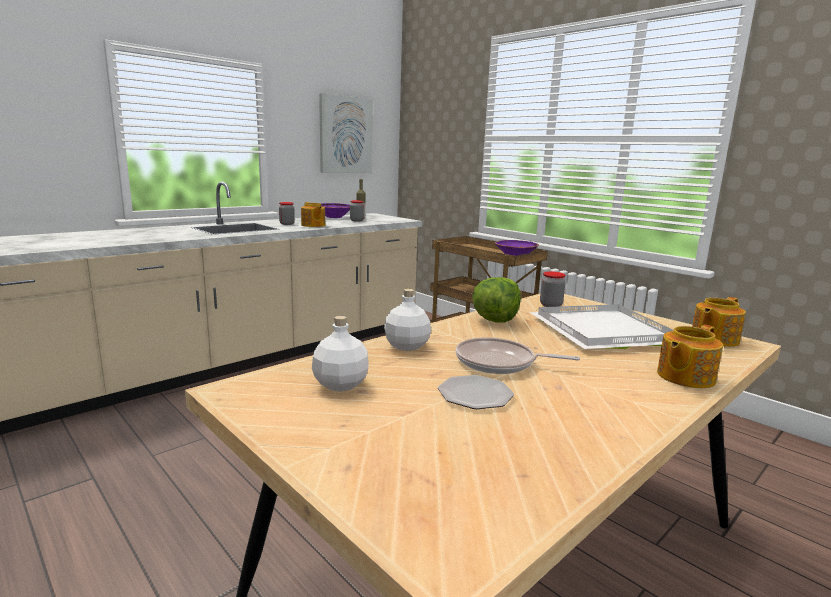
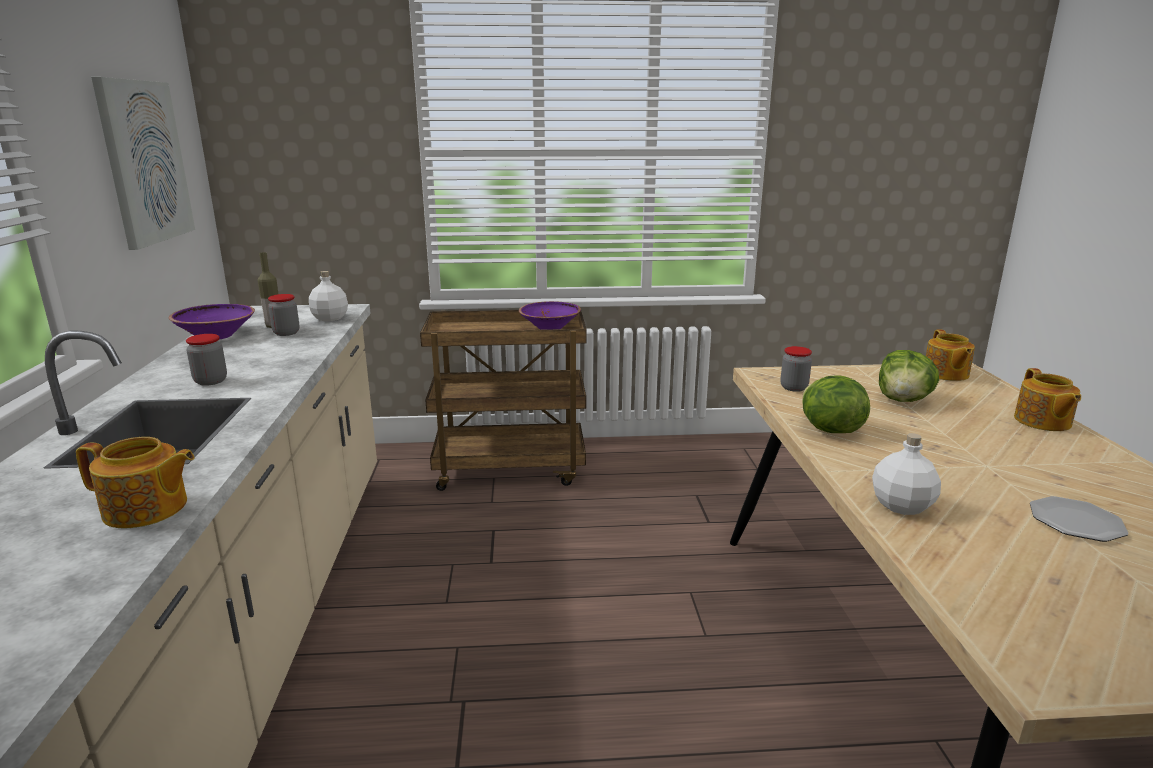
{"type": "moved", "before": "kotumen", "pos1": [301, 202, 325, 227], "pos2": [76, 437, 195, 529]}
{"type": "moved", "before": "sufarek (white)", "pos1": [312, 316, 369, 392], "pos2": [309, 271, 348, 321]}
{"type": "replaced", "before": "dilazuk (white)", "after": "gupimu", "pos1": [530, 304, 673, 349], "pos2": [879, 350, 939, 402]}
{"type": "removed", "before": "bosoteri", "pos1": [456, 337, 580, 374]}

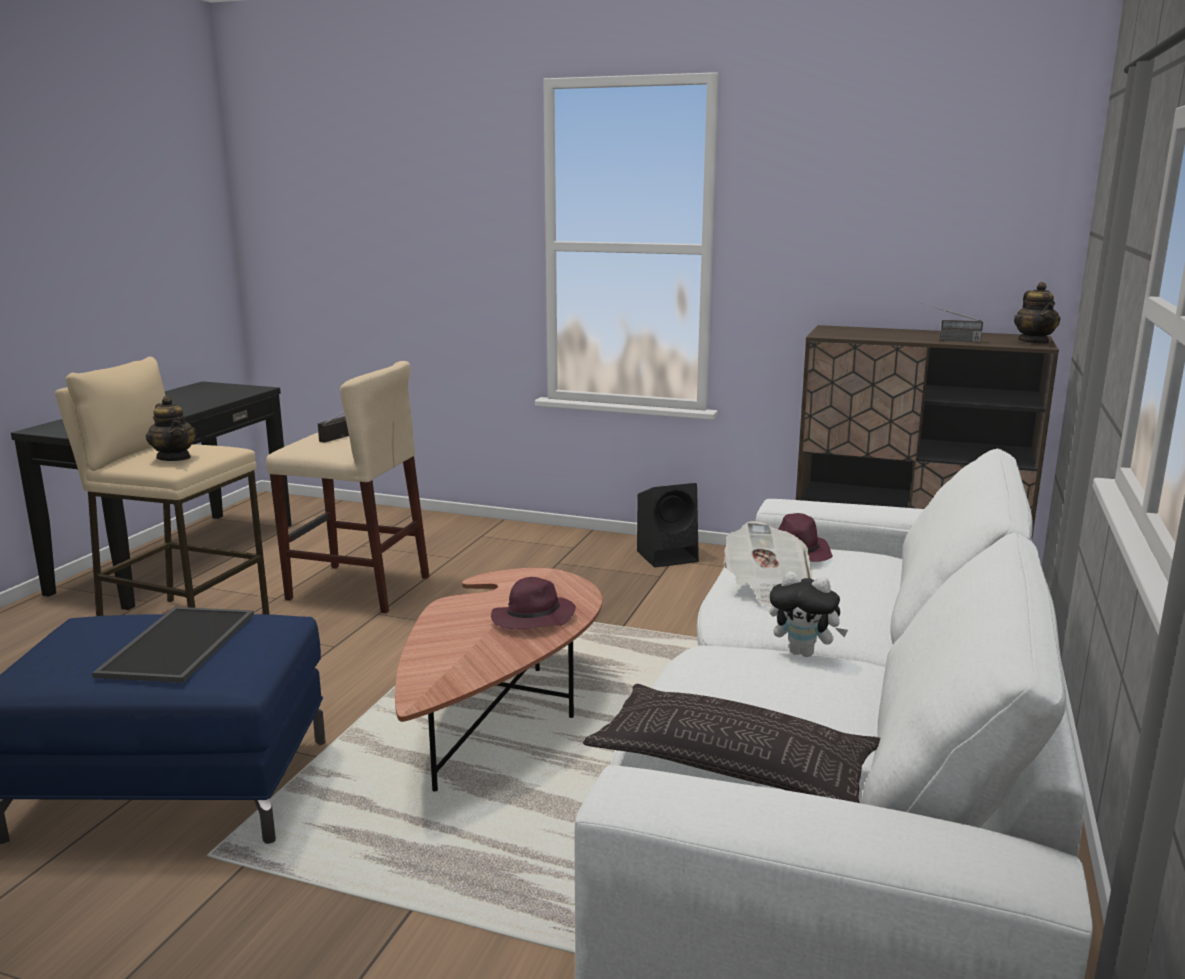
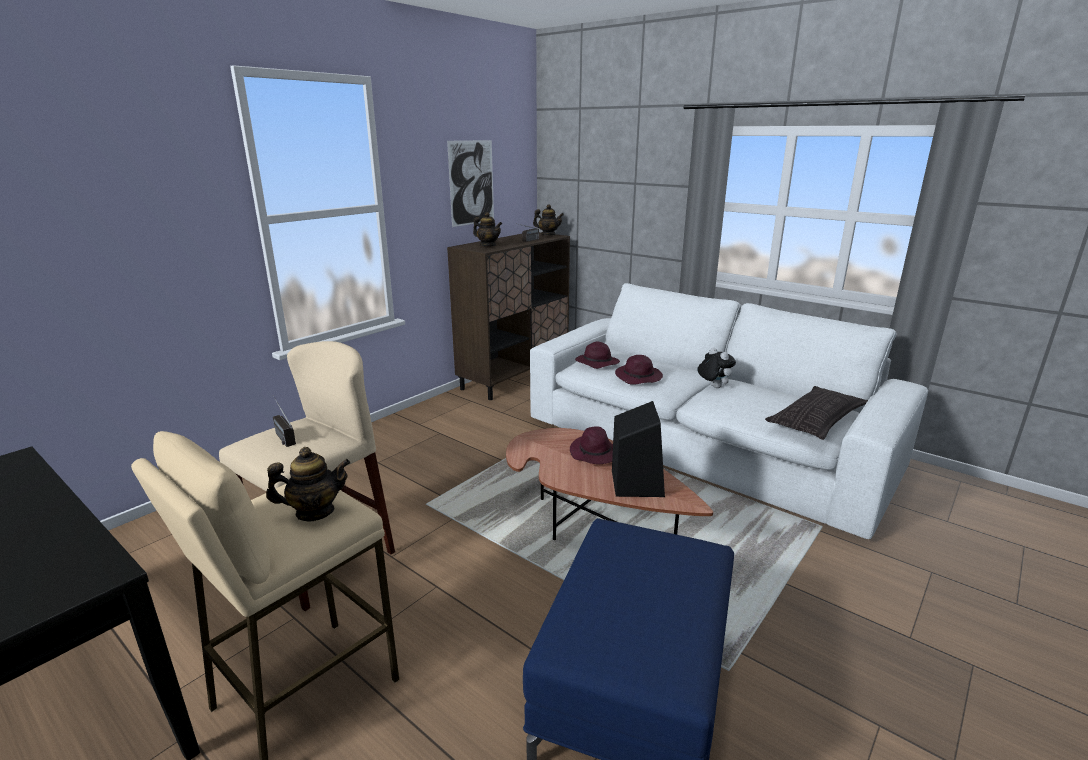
{"type": "added", "after": "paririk", "pos2": [447, 140, 494, 227]}
{"type": "added", "after": "kotumen", "pos2": [473, 212, 502, 246]}
{"type": "moved", "before": "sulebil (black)", "pos1": [637, 483, 699, 567], "pos2": [612, 401, 665, 497]}
{"type": "replaced", "before": "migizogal", "after": "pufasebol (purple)", "pos1": [724, 521, 813, 607], "pos2": [615, 355, 663, 385]}
{"type": "turned", "before": "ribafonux", "pos1": [769, 571, 848, 657], "pos2": [697, 347, 736, 388], "turn": -75}
{"type": "removed", "before": "dilazuk", "pos1": [92, 607, 254, 683]}

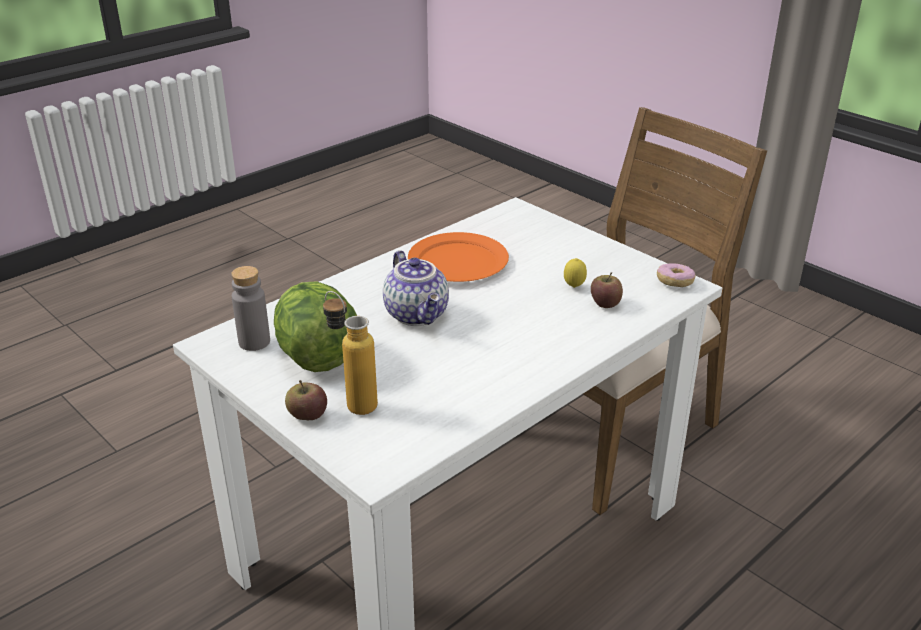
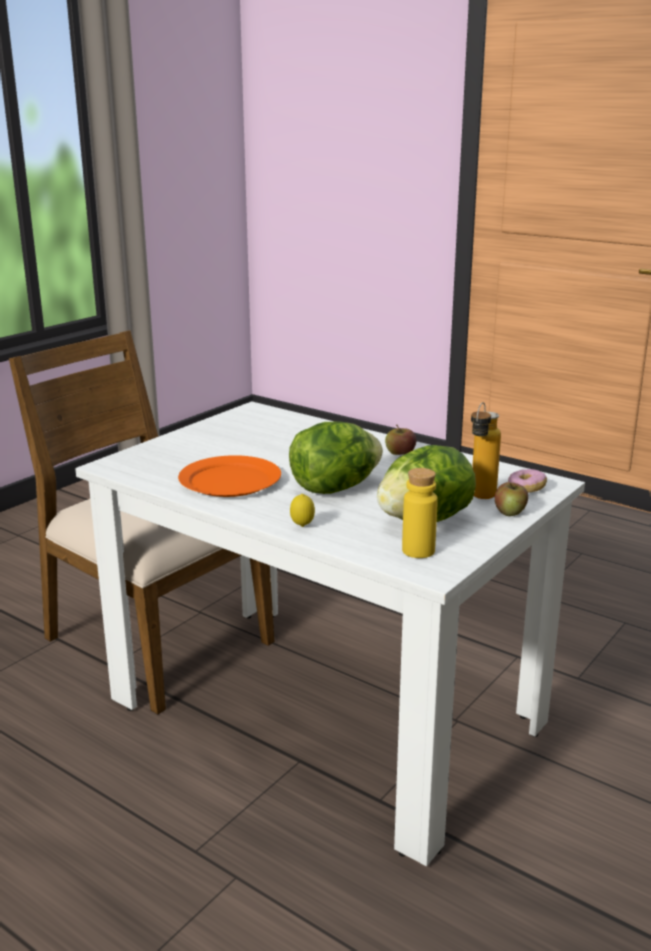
{"type": "replaced", "before": "kotumen", "after": "gupimu", "pos1": [383, 250, 449, 326], "pos2": [289, 422, 383, 494]}
{"type": "moved", "before": "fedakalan", "pos1": [564, 258, 587, 288], "pos2": [290, 494, 315, 527]}
{"type": "moved", "before": "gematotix", "pos1": [591, 272, 623, 308], "pos2": [385, 425, 416, 455]}
{"type": "recoloured", "before": "sufarek (grey)", "after": "sufarek (yellow)", "pos1": [231, 266, 270, 351], "pos2": [402, 468, 438, 558]}
{"type": "moved", "before": "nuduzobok", "pos1": [657, 263, 696, 287], "pos2": [508, 469, 547, 493]}

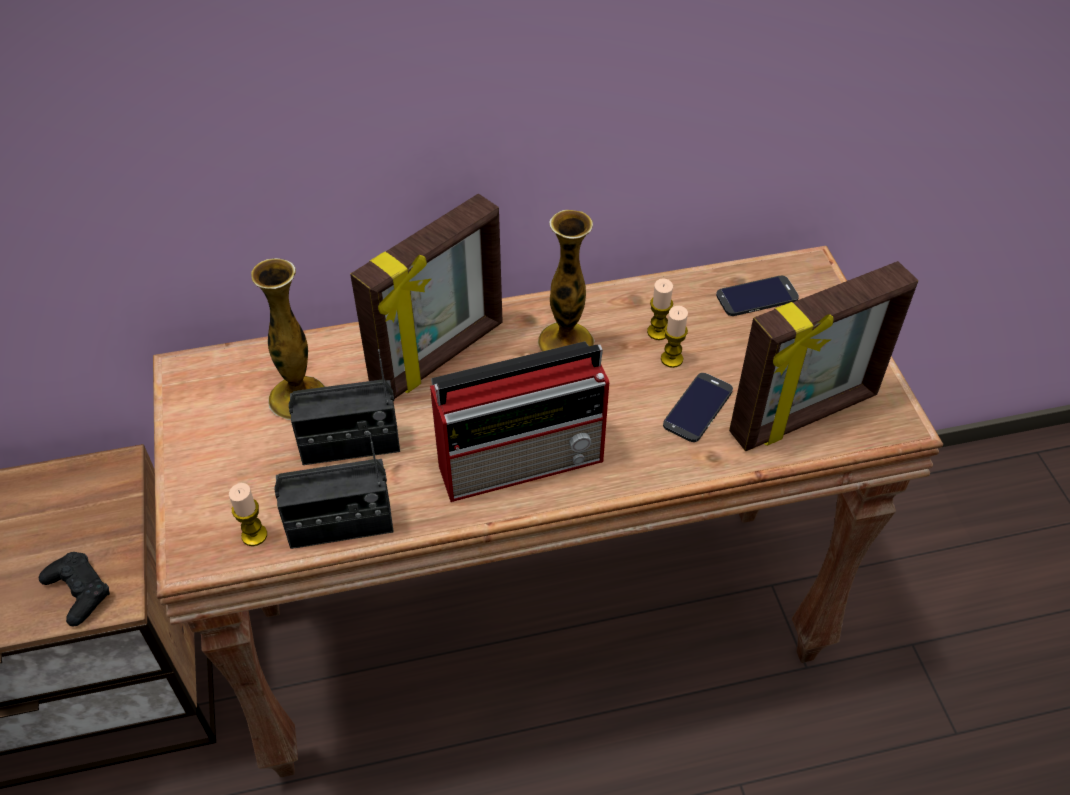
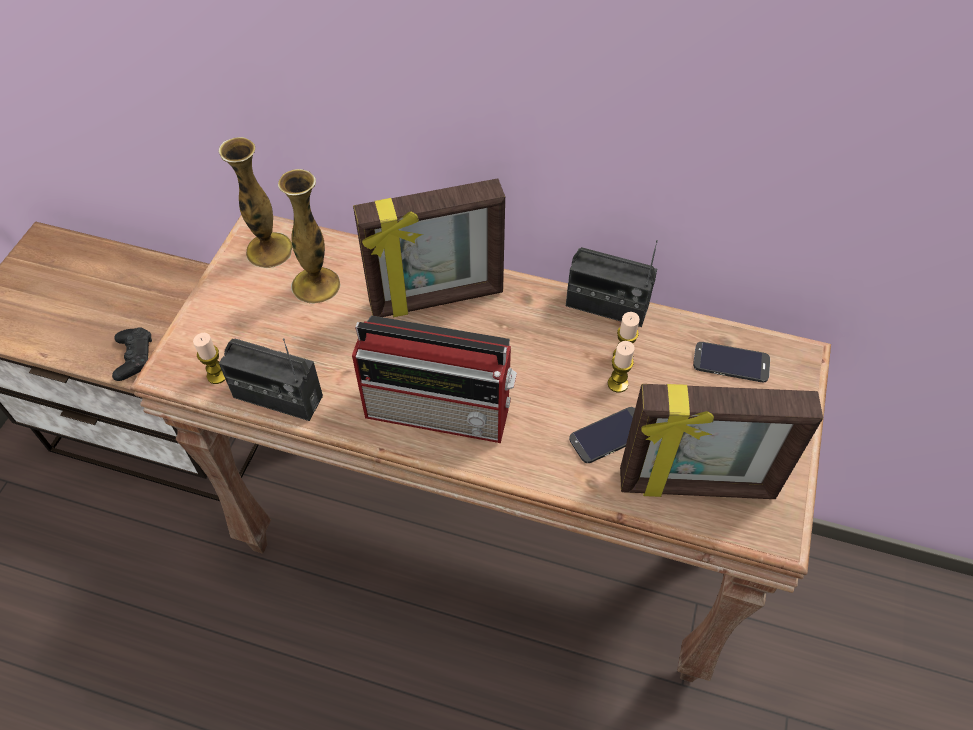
{"type": "moved", "before": "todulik", "pos1": [538, 210, 595, 351], "pos2": [218, 137, 292, 268]}
{"type": "moved", "before": "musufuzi", "pos1": [289, 349, 400, 465], "pos2": [566, 240, 658, 327]}

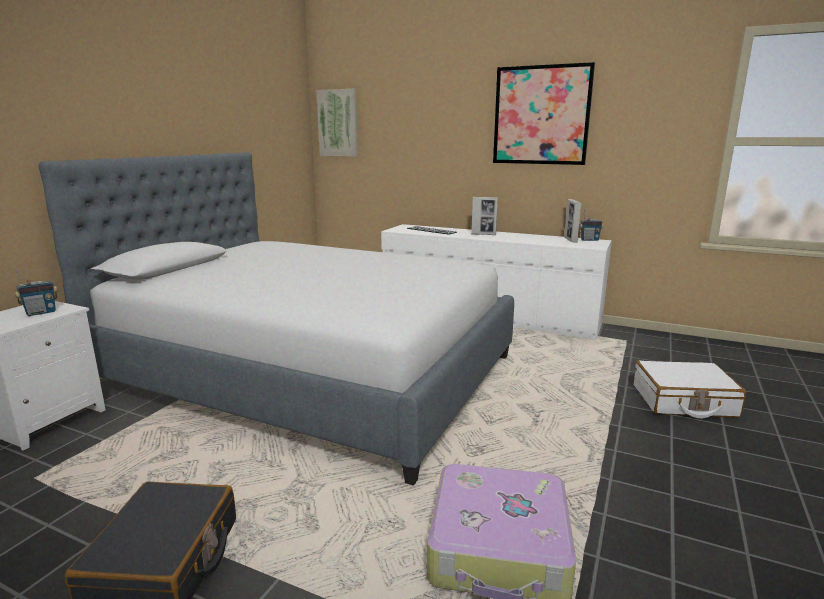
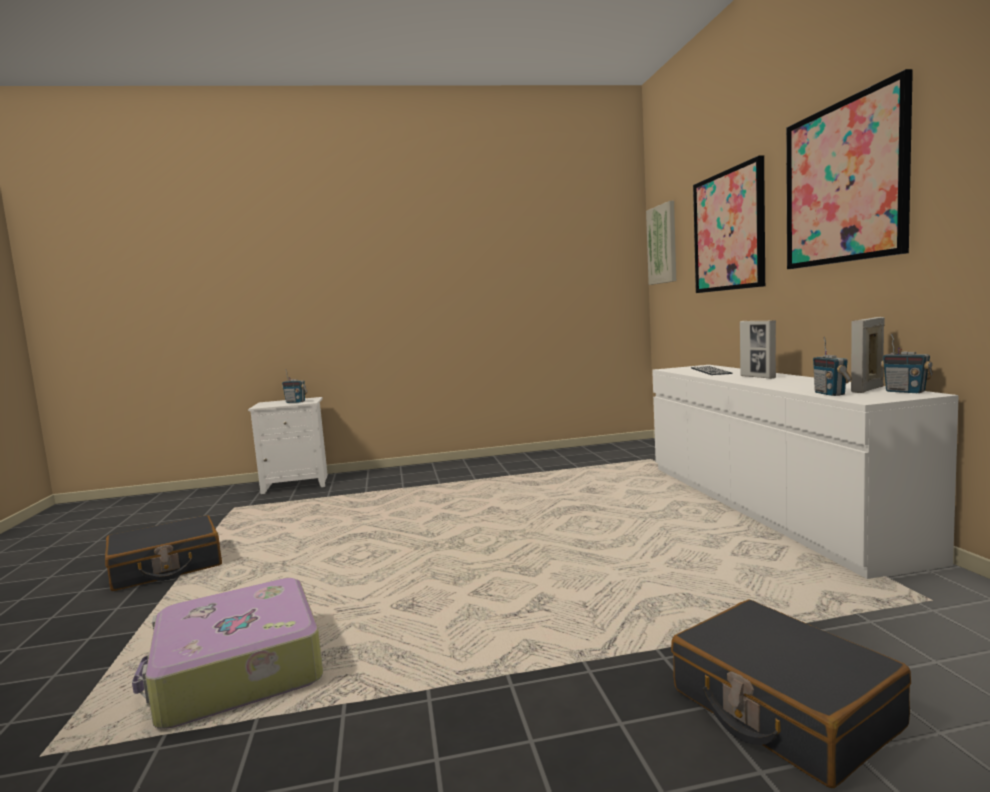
{"type": "recoloured", "before": "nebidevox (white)", "after": "nebidevox (black)", "pos1": [634, 361, 746, 418], "pos2": [671, 600, 911, 788]}
{"type": "added", "after": "paririk", "pos2": [693, 155, 765, 293]}
{"type": "added", "after": "musufuzi", "pos2": [813, 337, 852, 396]}
{"type": "removed", "before": "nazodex", "pos1": [39, 152, 514, 486]}

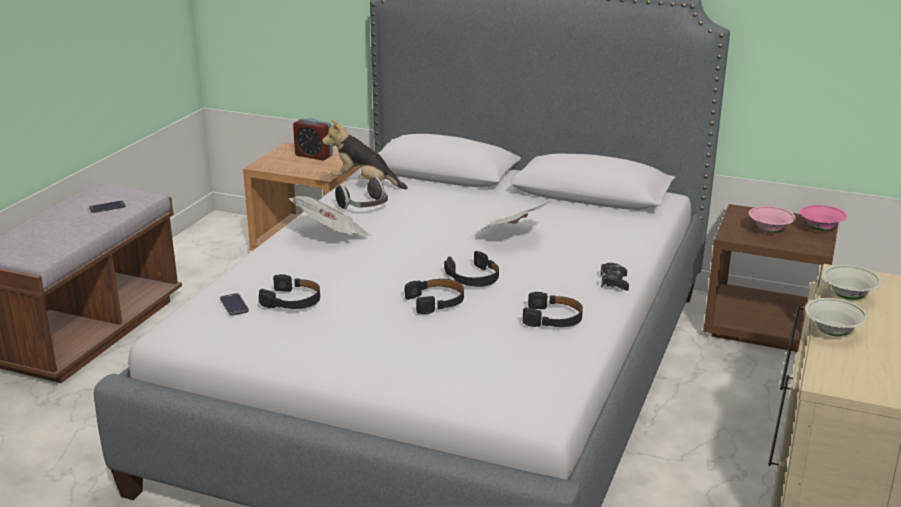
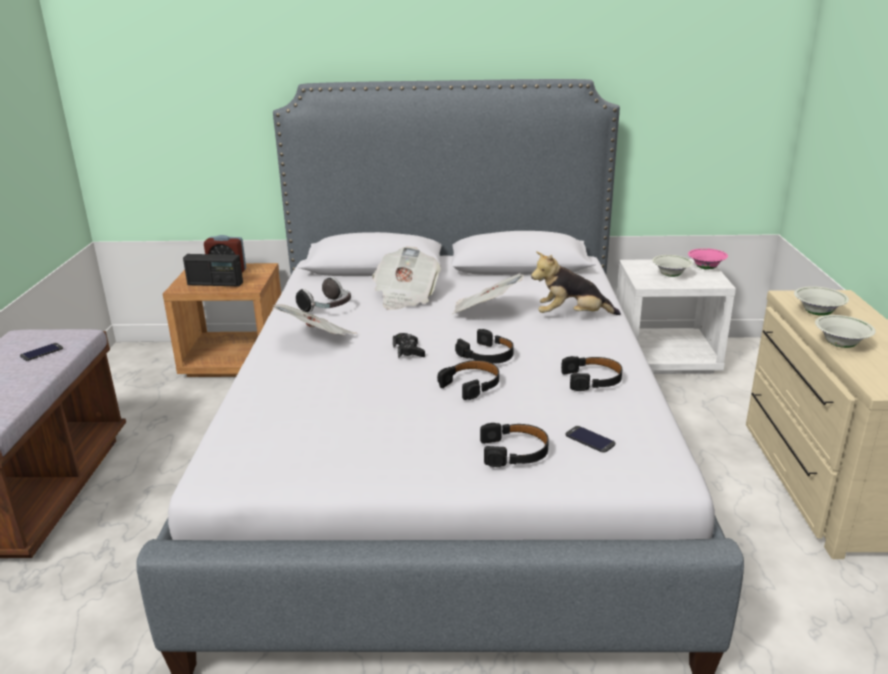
{"type": "added", "after": "musufuzi", "pos2": [183, 254, 243, 286]}
{"type": "added", "after": "migizogal", "pos2": [372, 247, 441, 310]}
{"type": "moved", "before": "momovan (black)", "pos1": [601, 263, 629, 291], "pos2": [393, 333, 425, 358]}
{"type": "moved", "before": "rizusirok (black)", "pos1": [259, 274, 320, 309], "pos2": [480, 423, 549, 467]}
{"type": "moved", "before": "ribafonux", "pos1": [322, 120, 408, 189], "pos2": [531, 251, 621, 315]}
{"type": "moved", "before": "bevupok", "pos1": [220, 293, 249, 315], "pos2": [565, 426, 615, 453]}
{"type": "recoloured", "before": "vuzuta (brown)", "after": "vuzuta (white)", "pos1": [703, 204, 839, 352], "pos2": [616, 259, 736, 374]}
{"type": "recoloured", "before": "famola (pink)", "after": "famola (white)", "pos1": [749, 206, 796, 233], "pos2": [652, 255, 693, 277]}

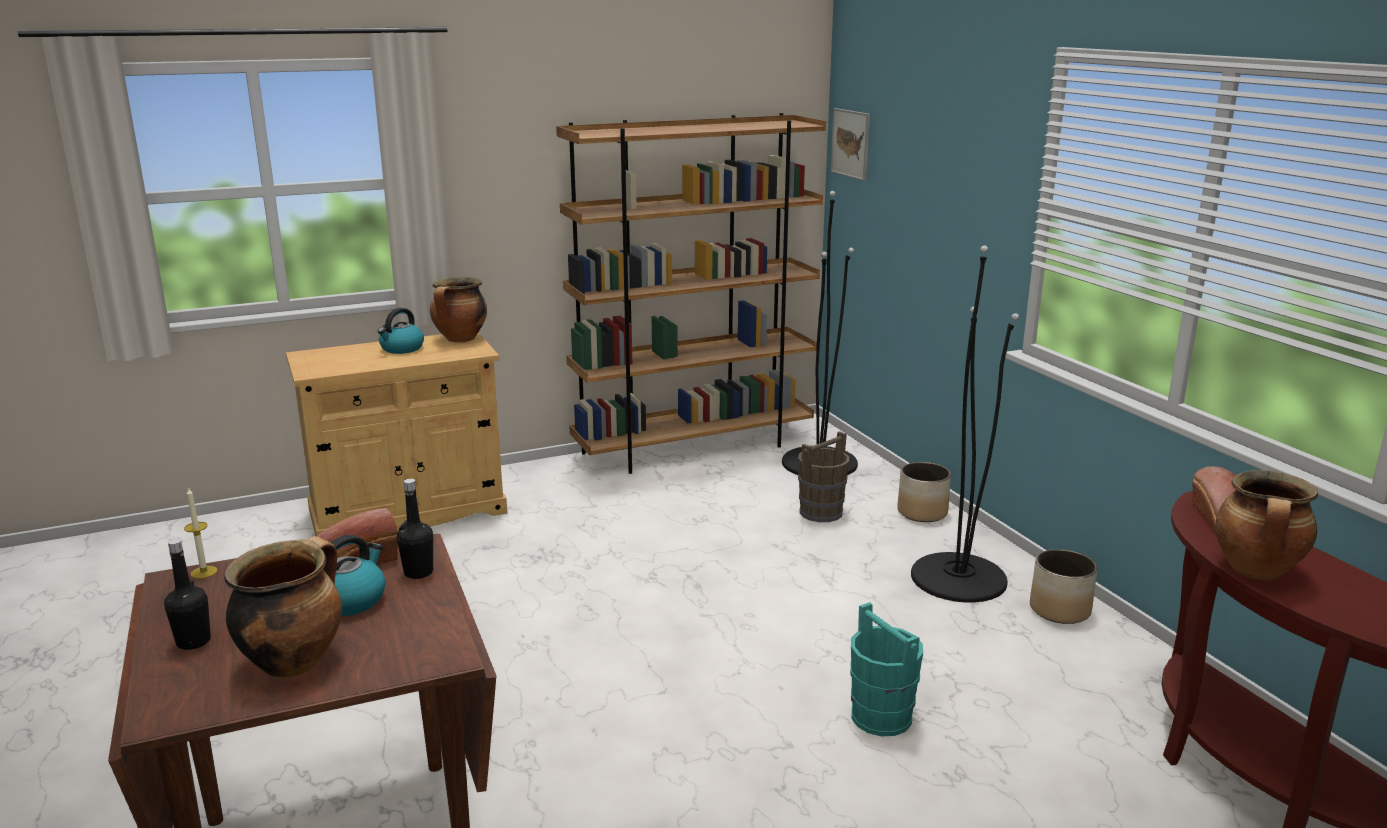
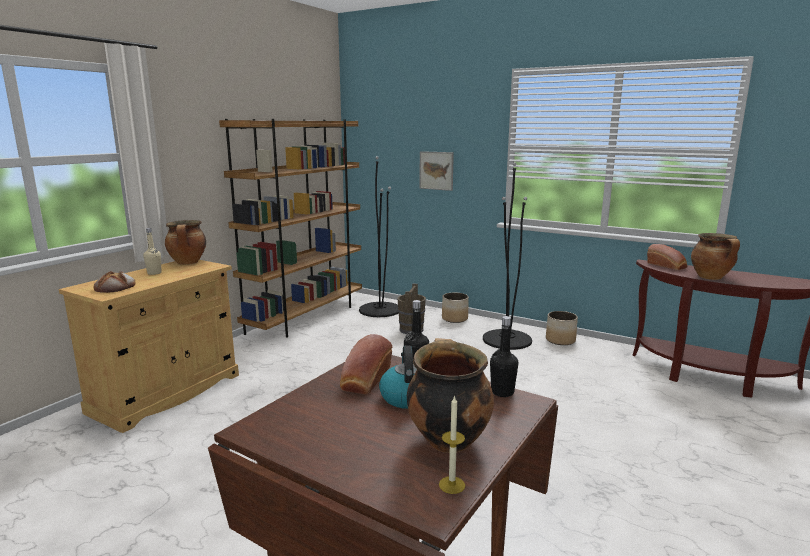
{"type": "added", "after": "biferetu", "pos2": [94, 271, 136, 293]}
{"type": "replaced", "before": "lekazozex", "after": "sufarek (beige)", "pos1": [378, 308, 424, 354], "pos2": [143, 228, 162, 275]}
{"type": "moved", "before": "paririk", "pos1": [830, 108, 870, 181], "pos2": [419, 151, 454, 191]}
{"type": "moved", "before": "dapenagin", "pos1": [184, 487, 218, 579], "pos2": [439, 395, 465, 494]}
{"type": "moved", "before": "sufarek (black)", "pos1": [164, 538, 211, 650], "pos2": [490, 316, 518, 397]}
{"type": "removed", "before": "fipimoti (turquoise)", "pos1": [850, 602, 923, 736]}

